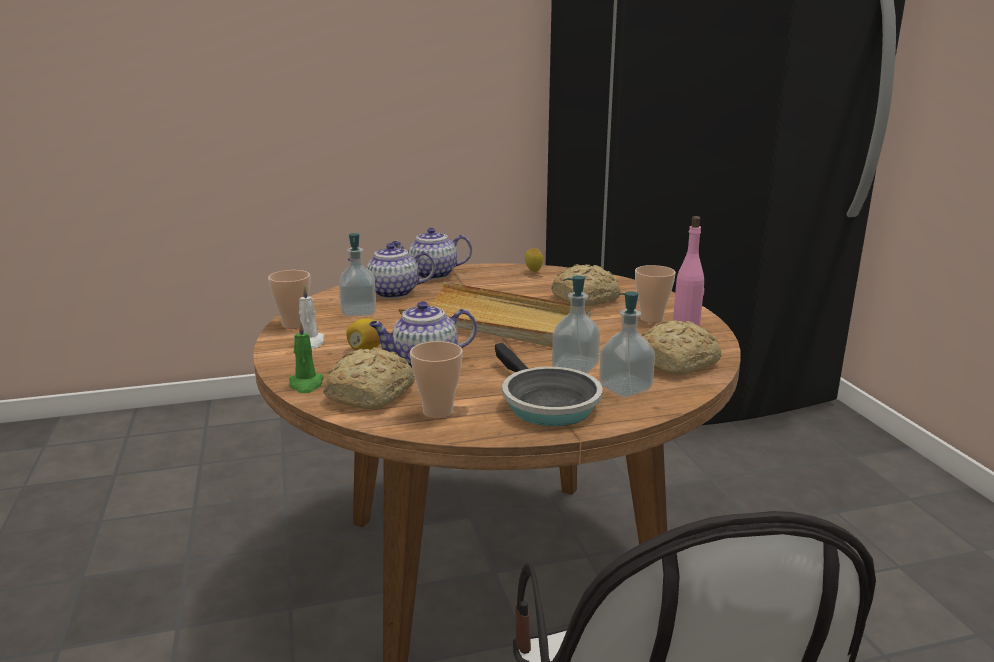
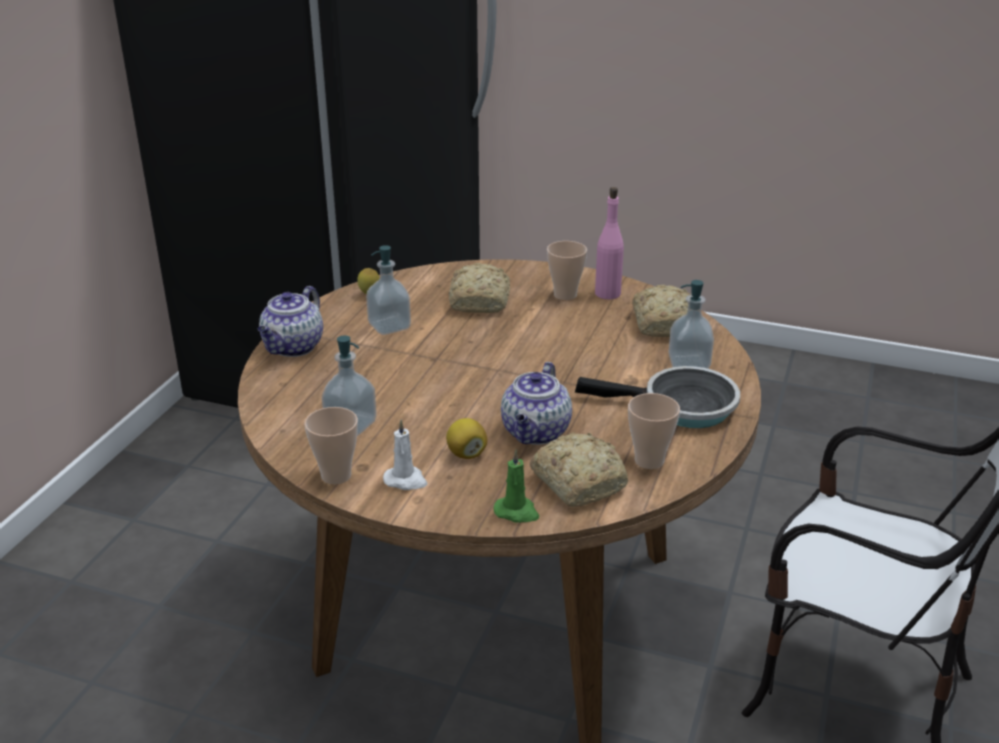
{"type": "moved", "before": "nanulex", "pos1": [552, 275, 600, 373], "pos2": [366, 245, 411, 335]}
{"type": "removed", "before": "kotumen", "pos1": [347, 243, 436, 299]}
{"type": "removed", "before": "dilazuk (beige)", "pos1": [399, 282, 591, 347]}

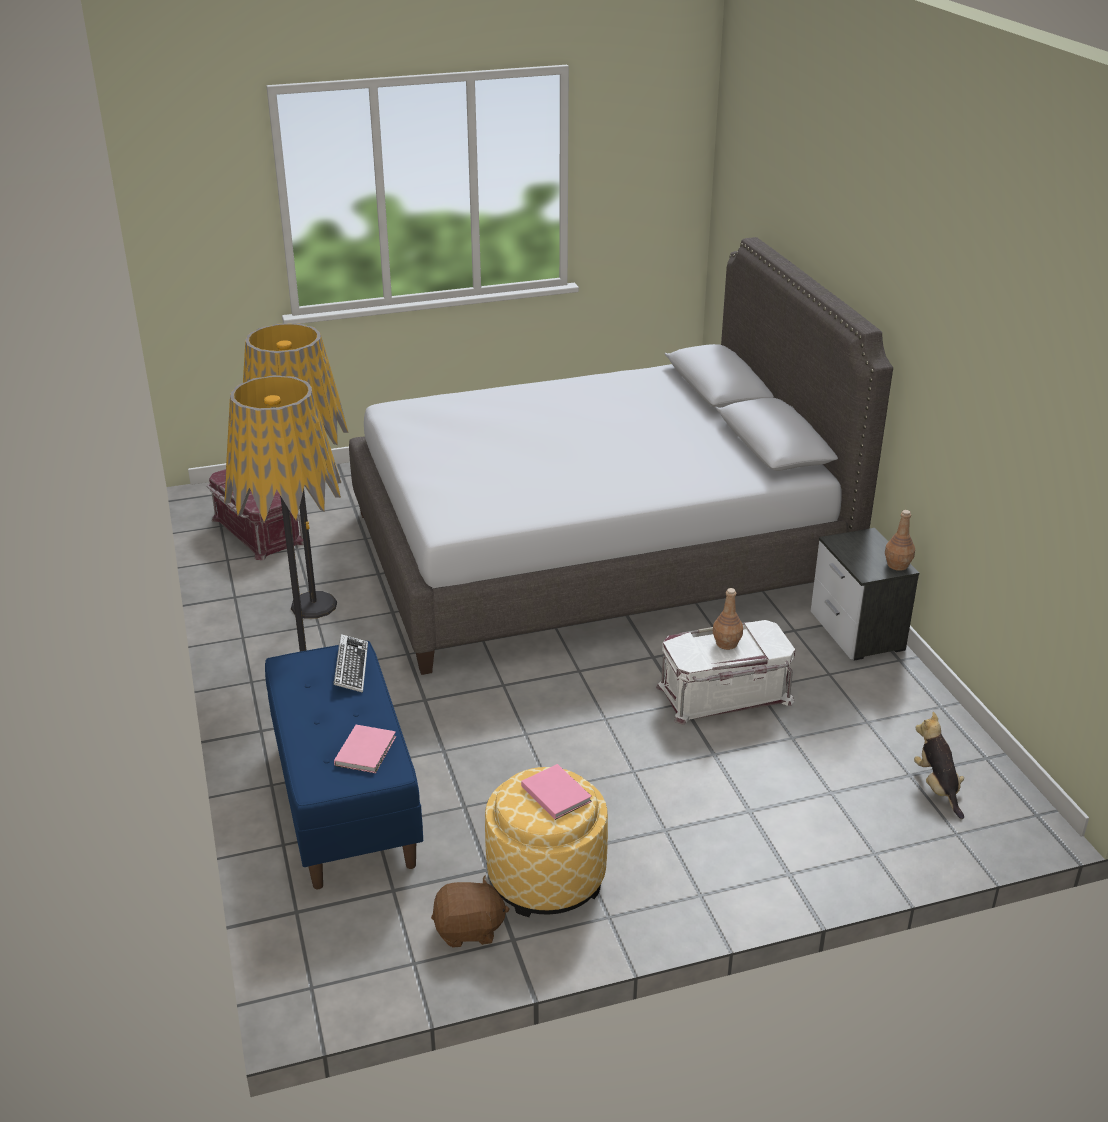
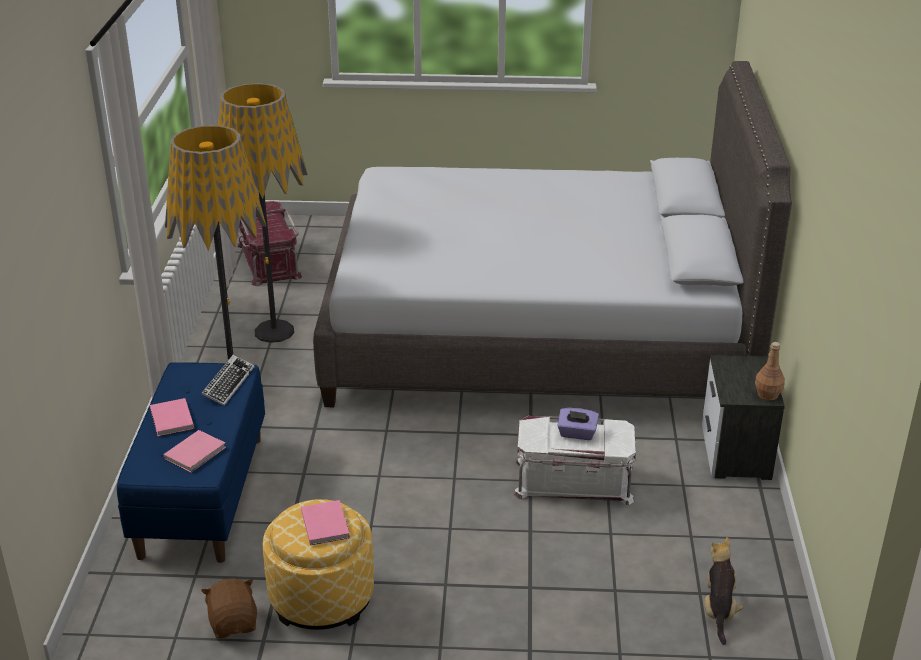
{"type": "added", "after": "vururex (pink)", "pos2": [150, 398, 194, 437]}
{"type": "turned", "before": "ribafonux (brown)", "pos1": [431, 876, 509, 948], "pos2": [201, 578, 257, 638], "turn": -120}
{"type": "replaced", "before": "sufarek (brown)", "after": "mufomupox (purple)", "pos1": [713, 588, 743, 650], "pos2": [557, 408, 599, 440]}

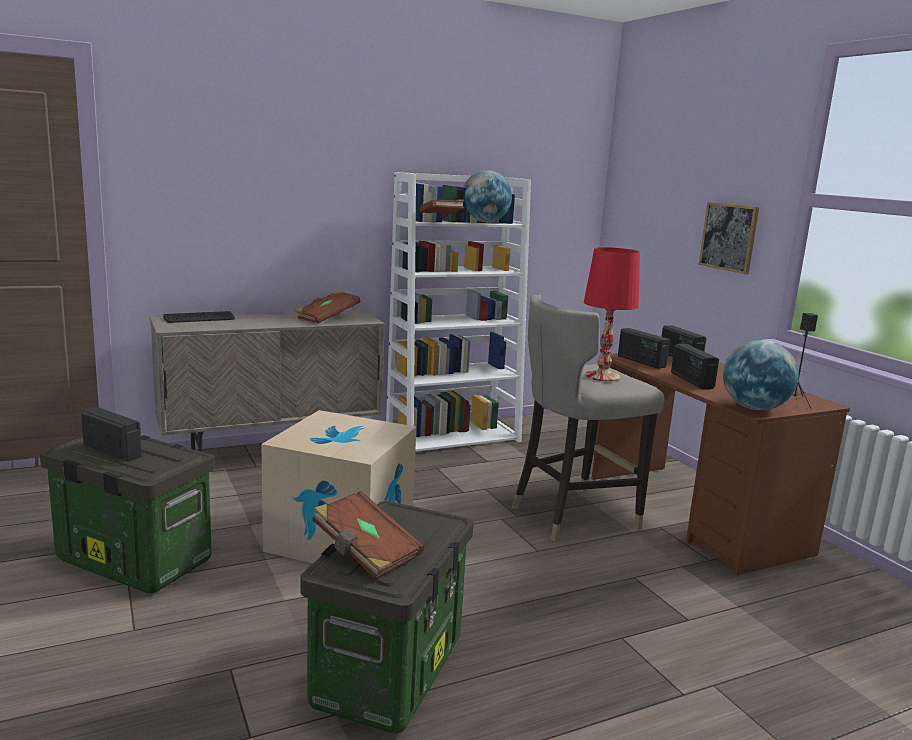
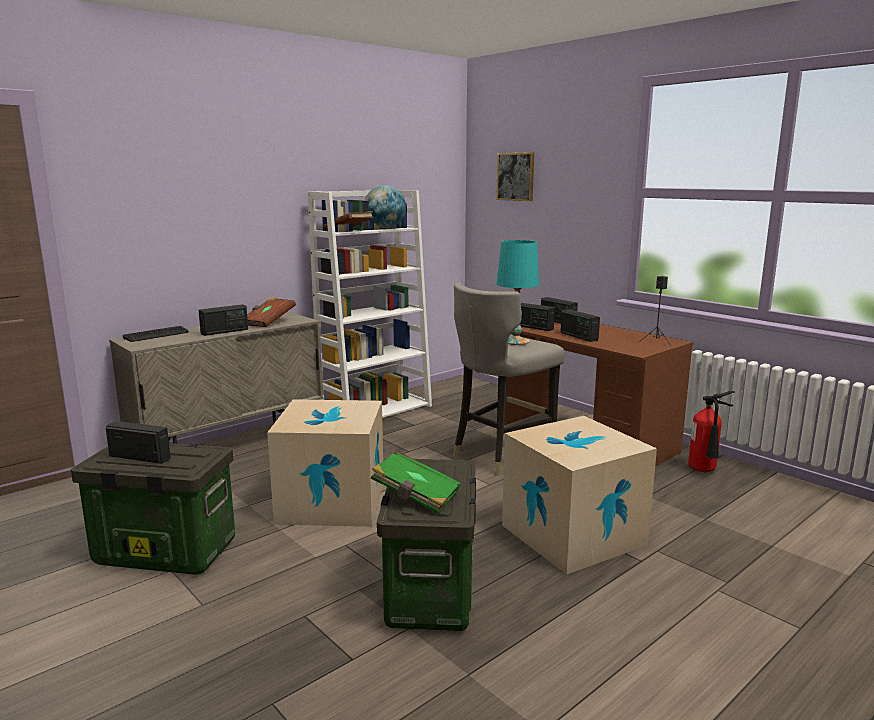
{"type": "added", "after": "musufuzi", "pos2": [198, 304, 248, 336]}
{"type": "recoloured", "before": "vururex (brown)", "after": "vururex (green)", "pos1": [312, 491, 424, 580], "pos2": [371, 451, 461, 514]}
{"type": "moved", "before": "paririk", "pos1": [699, 202, 759, 274], "pos2": [496, 152, 534, 201]}
{"type": "recoloured", "before": "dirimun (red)", "after": "dirimun (turquoise)", "pos1": [584, 247, 640, 382], "pos2": [497, 240, 539, 345]}
{"type": "added", "after": "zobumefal", "pos2": [502, 416, 657, 575]}
{"type": "added", "after": "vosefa", "pos2": [688, 391, 735, 472]}
{"type": "removed", "before": "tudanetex", "pos1": [723, 340, 799, 410]}

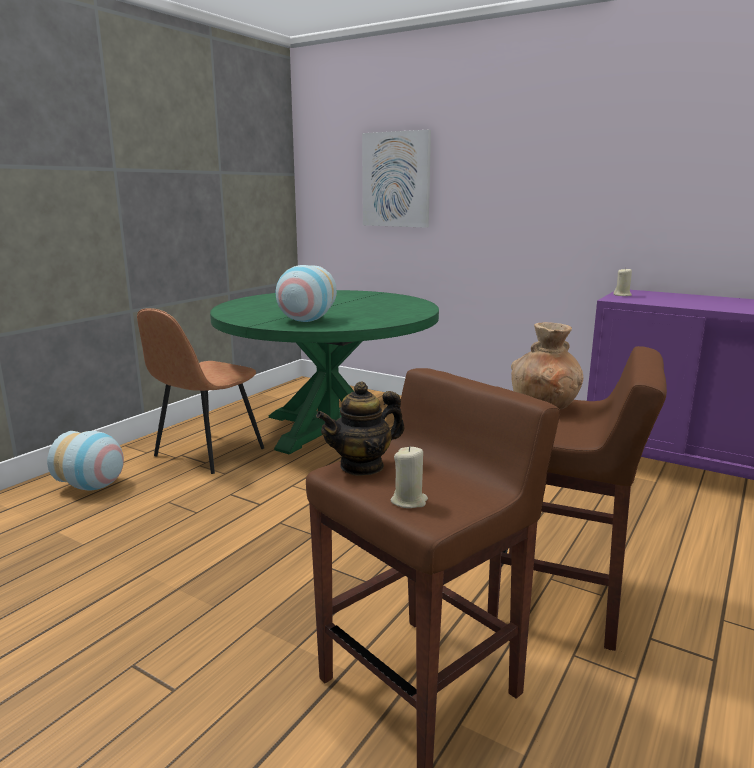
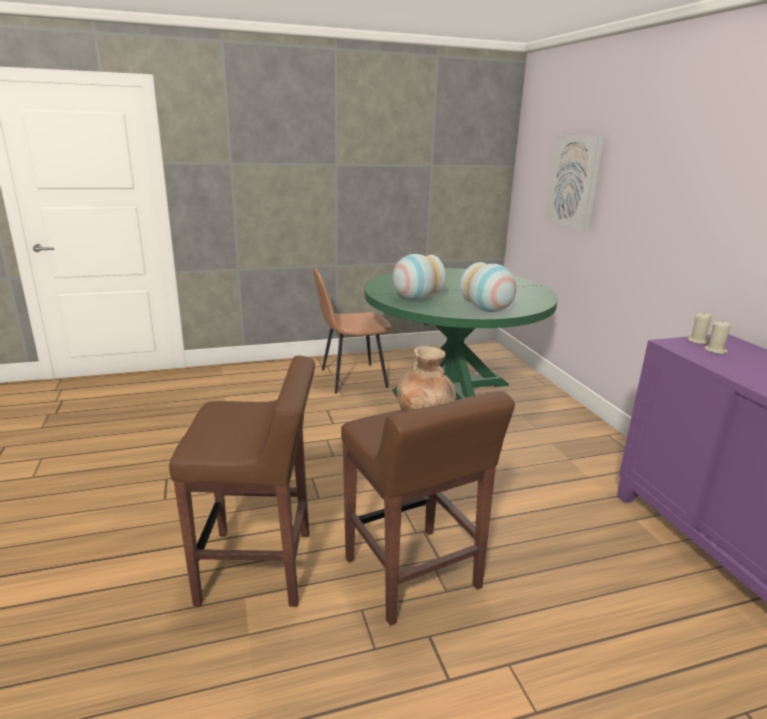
{"type": "moved", "before": "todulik", "pos1": [47, 431, 124, 490], "pos2": [460, 262, 516, 312]}
{"type": "moved", "before": "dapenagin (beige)", "pos1": [391, 446, 428, 508], "pos2": [704, 320, 731, 354]}
{"type": "removed", "before": "kotumen", "pos1": [316, 381, 404, 476]}

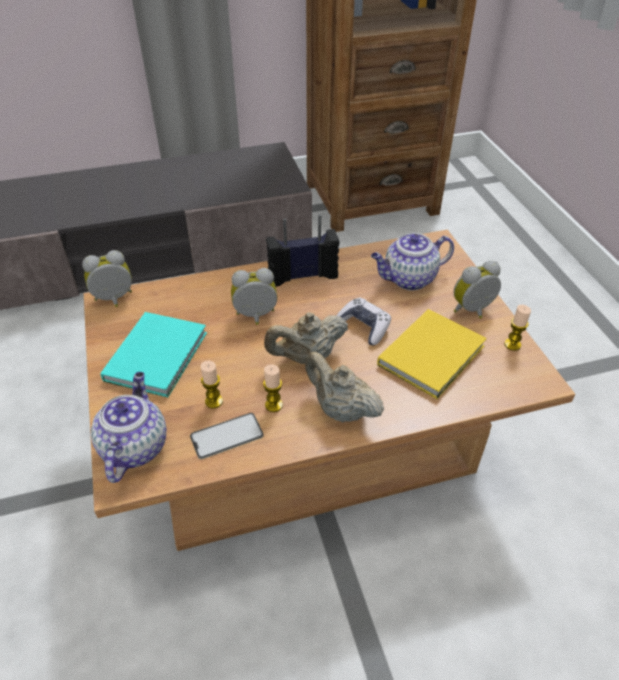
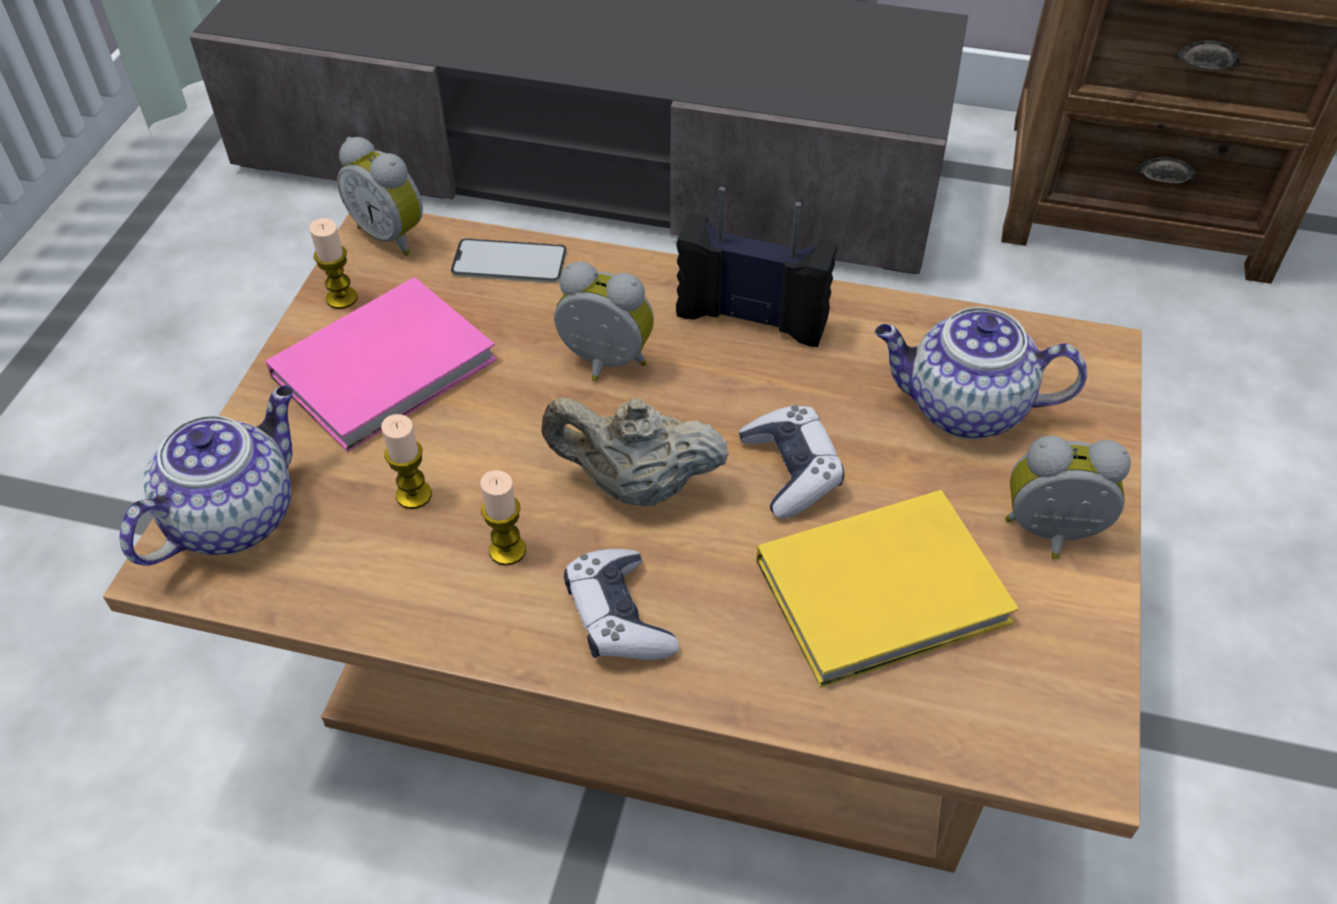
{"type": "recoloured", "before": "vururex (turquoise)", "after": "vururex (pink)", "pos1": [100, 312, 207, 397], "pos2": [266, 277, 497, 452]}
{"type": "moved", "before": "dapenagin", "pos1": [504, 305, 531, 351], "pos2": [309, 218, 357, 309]}
{"type": "turned", "before": "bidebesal", "pos1": [82, 250, 132, 307], "pos2": [337, 137, 423, 256], "turn": -150}
{"type": "moved", "before": "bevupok", "pos1": [190, 413, 264, 459], "pos2": [451, 238, 567, 283]}
{"type": "replaced", "before": "kotumen (beige)", "after": "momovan", "pos1": [305, 352, 384, 422], "pos2": [564, 549, 679, 660]}

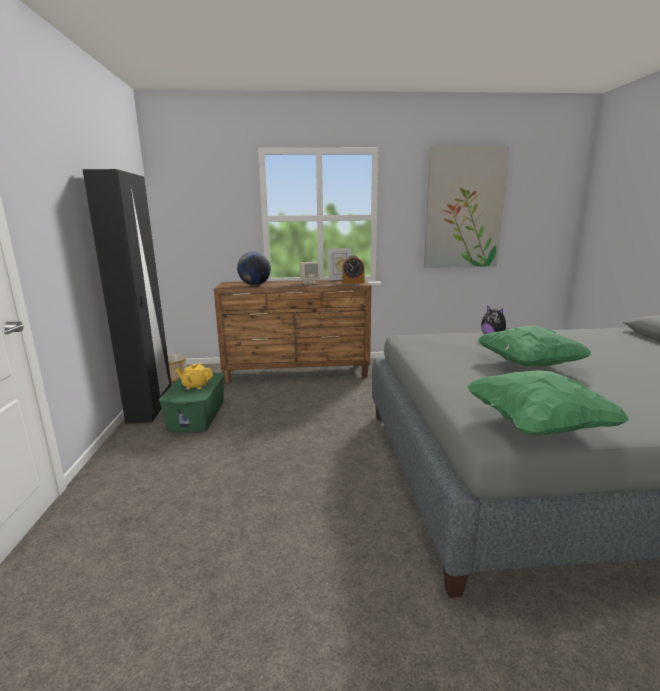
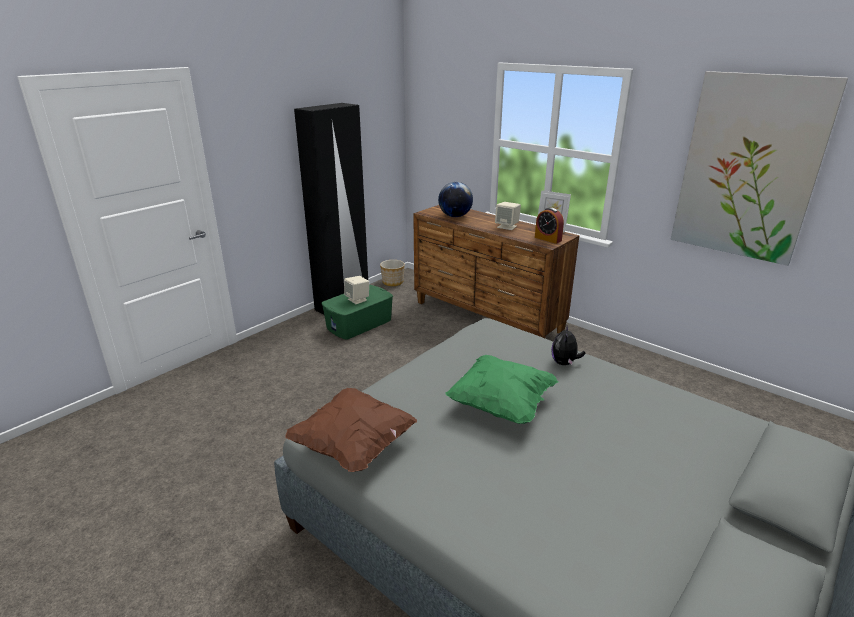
{"type": "recoloured", "before": "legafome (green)", "after": "legafome (brown)", "pos1": [466, 370, 630, 435], "pos2": [285, 388, 417, 472]}
{"type": "replaced", "before": "kotumen (yellow)", "after": "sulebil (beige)", "pos1": [175, 363, 213, 389], "pos2": [344, 276, 369, 304]}

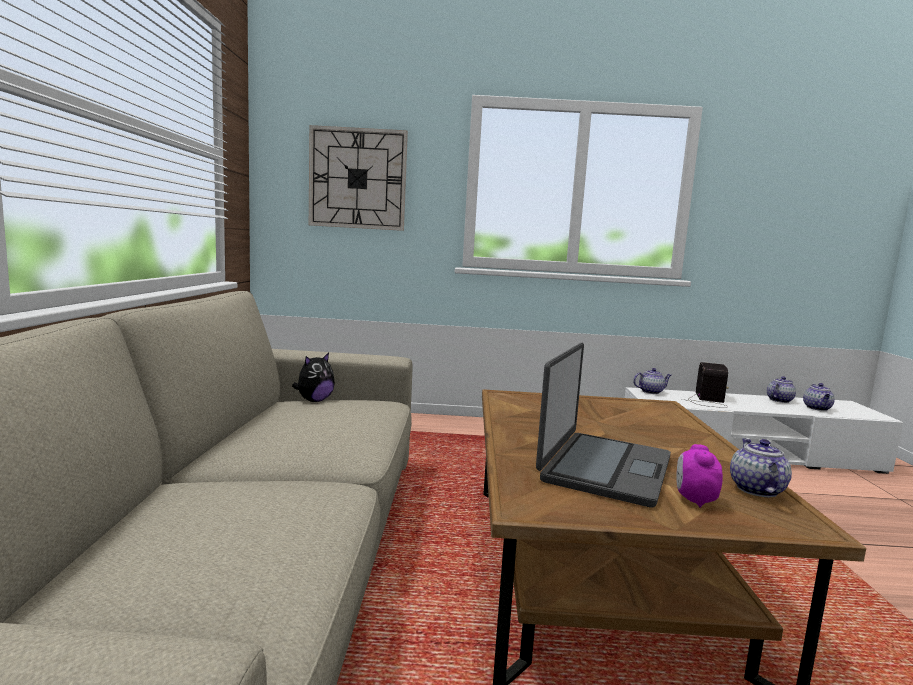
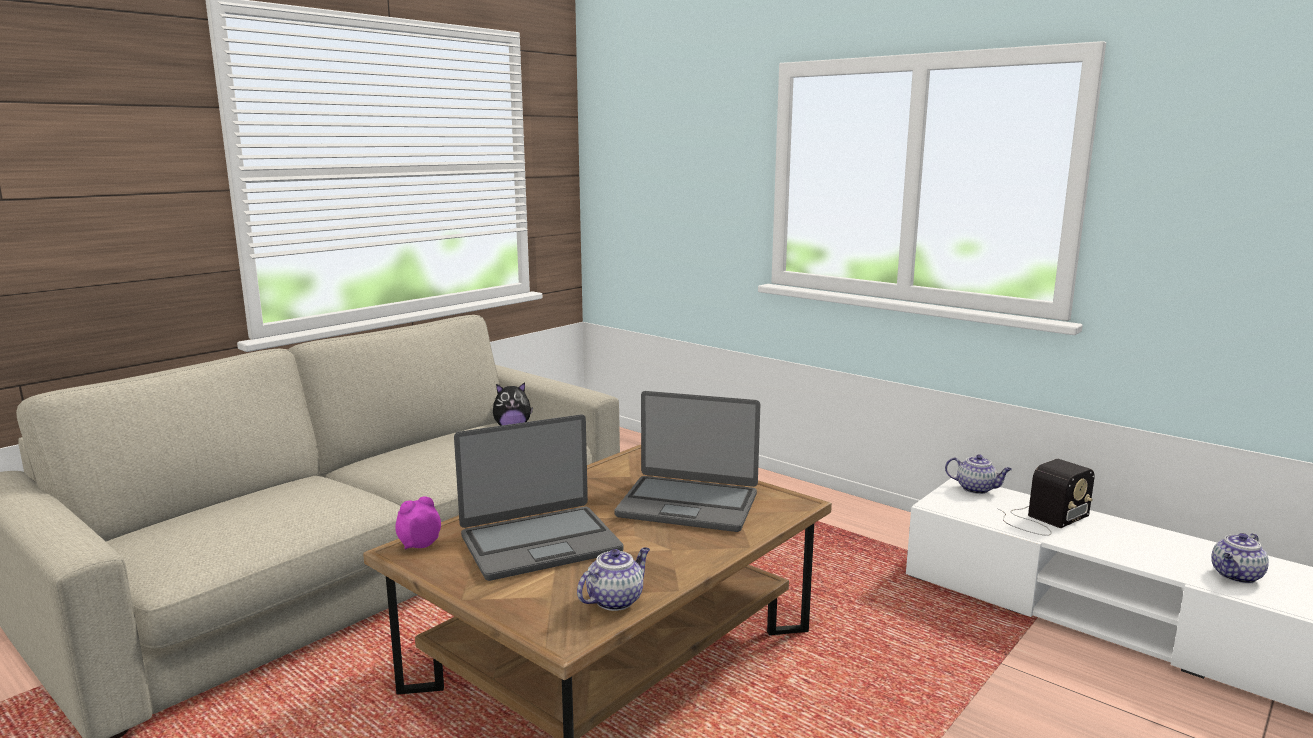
{"type": "moved", "before": "bidebesal", "pos1": [676, 444, 723, 508], "pos2": [395, 496, 441, 550]}
{"type": "added", "after": "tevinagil", "pos2": [615, 391, 760, 532]}
{"type": "removed", "before": "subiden", "pos1": [309, 125, 408, 231]}
{"type": "removed", "before": "kotumen", "pos1": [767, 376, 796, 403]}

